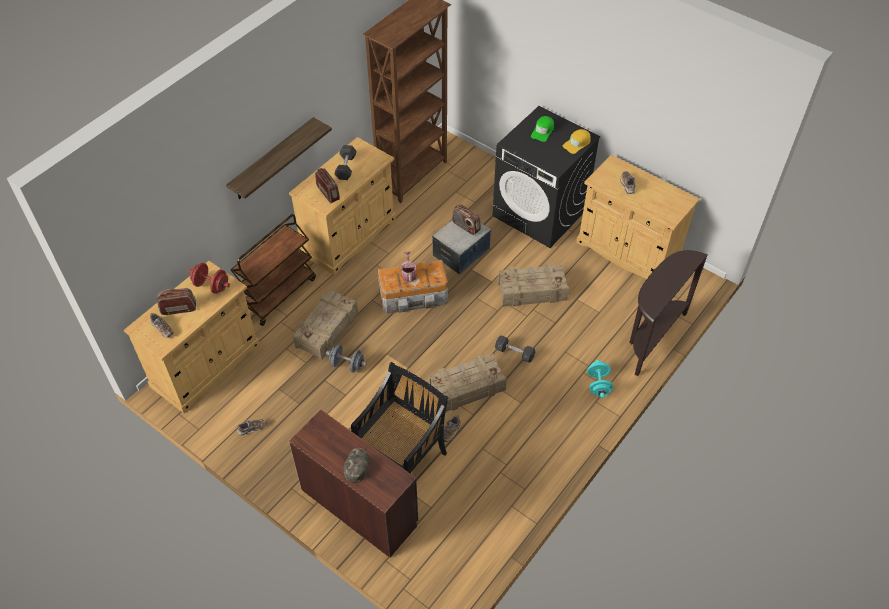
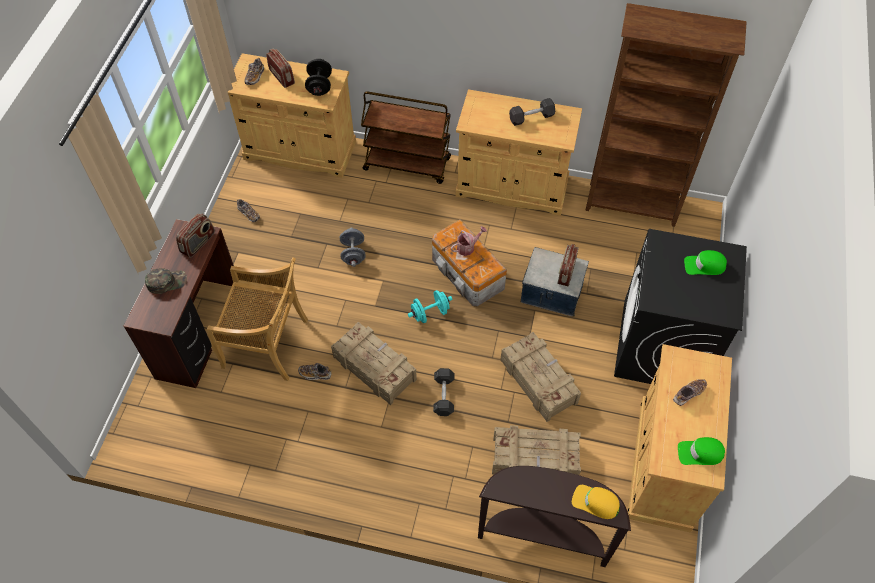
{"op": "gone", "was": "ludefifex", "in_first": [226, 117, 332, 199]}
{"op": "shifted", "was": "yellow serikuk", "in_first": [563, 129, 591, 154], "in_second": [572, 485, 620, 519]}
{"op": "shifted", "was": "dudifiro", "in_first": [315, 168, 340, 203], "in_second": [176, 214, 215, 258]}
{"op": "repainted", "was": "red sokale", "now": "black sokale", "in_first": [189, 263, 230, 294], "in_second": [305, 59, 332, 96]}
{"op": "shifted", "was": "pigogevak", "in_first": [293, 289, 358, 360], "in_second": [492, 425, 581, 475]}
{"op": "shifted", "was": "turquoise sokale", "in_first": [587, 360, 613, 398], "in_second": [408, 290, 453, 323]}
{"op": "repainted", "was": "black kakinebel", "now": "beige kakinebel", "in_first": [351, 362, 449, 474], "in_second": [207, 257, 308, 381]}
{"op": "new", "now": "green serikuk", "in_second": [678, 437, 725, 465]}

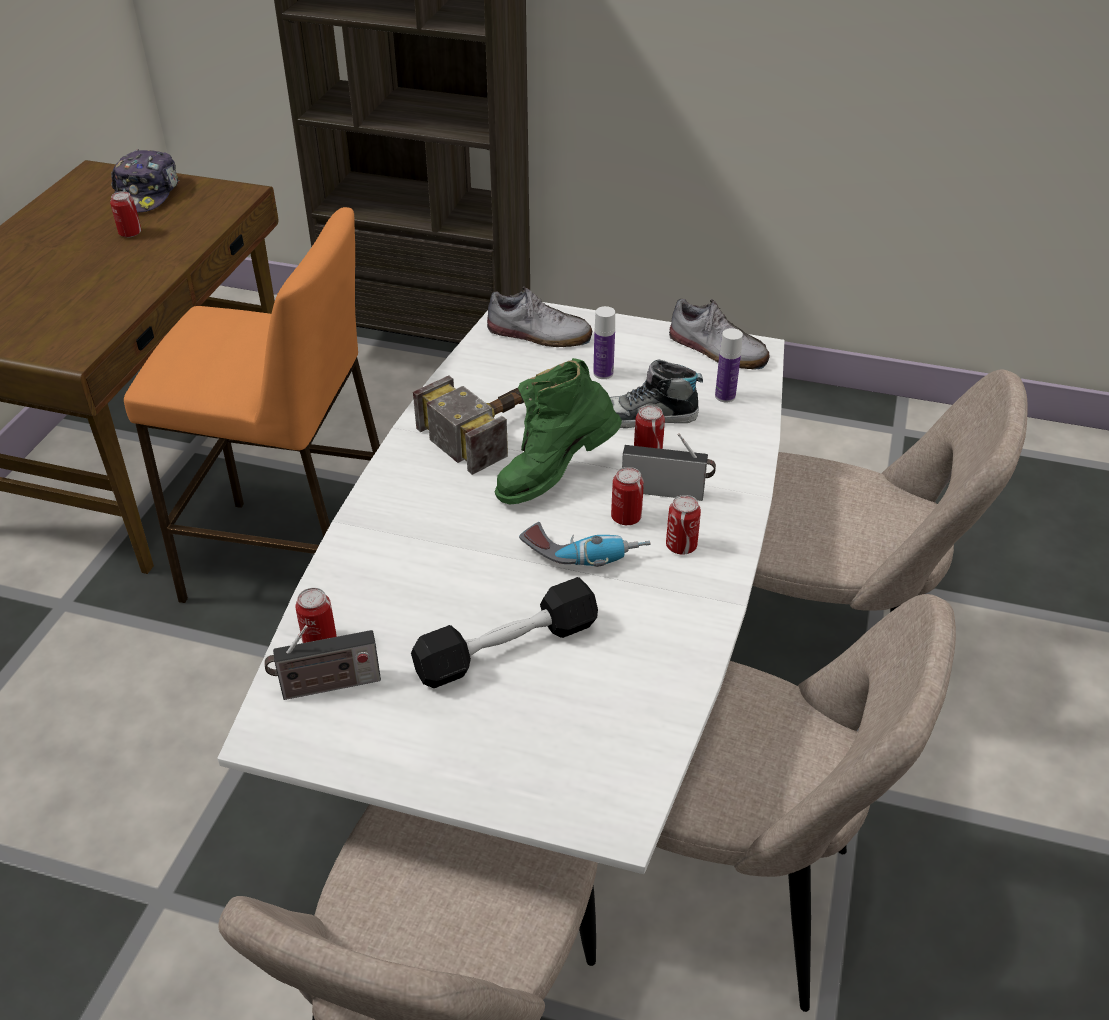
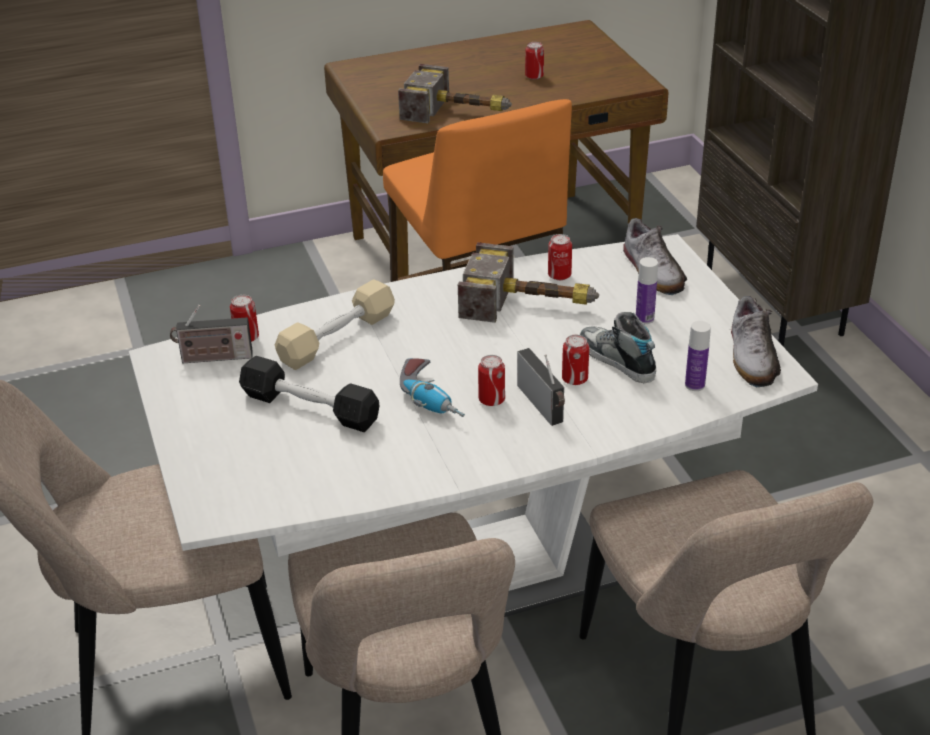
{"op": "gone", "was": "serikuk", "in_first": [111, 149, 179, 212]}
{"op": "gone", "was": "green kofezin", "in_first": [494, 358, 622, 505]}
{"op": "shifted", "was": "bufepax", "in_first": [666, 495, 701, 555], "in_second": [548, 234, 572, 280]}
{"op": "rotated", "was": "dudifiro", "in_first": [264, 625, 381, 700], "in_second": [170, 305, 253, 363], "clockwise": -45}
{"op": "new", "now": "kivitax", "in_second": [398, 64, 512, 123]}
{"op": "new", "now": "beige sokale", "in_second": [275, 279, 395, 370]}

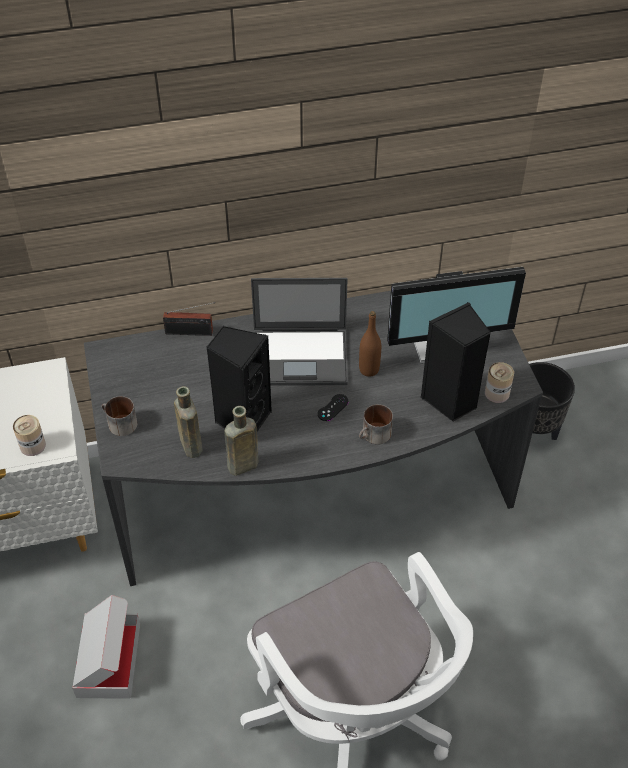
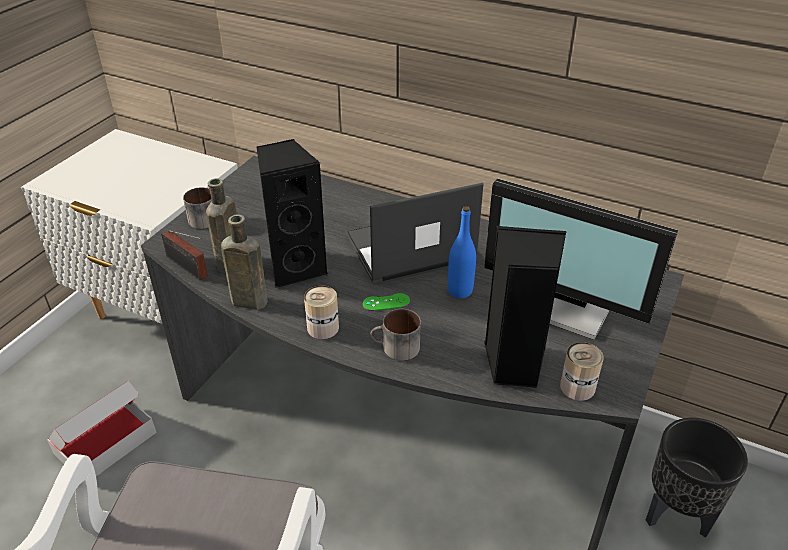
{"op": "rotated", "was": "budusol", "in_first": [251, 278, 348, 386], "in_second": [345, 183, 483, 285], "clockwise": 120}
{"op": "shifted", "was": "dudifiro", "in_first": [163, 302, 215, 336], "in_second": [161, 230, 208, 280]}
{"op": "repainted", "was": "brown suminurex", "now": "blue suminurex", "in_first": [359, 311, 381, 377], "in_second": [448, 206, 476, 298]}
{"op": "repainted", "was": "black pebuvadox", "now": "green pebuvadox", "in_first": [318, 394, 349, 421], "in_second": [363, 293, 410, 311]}
{"op": "shifted", "was": "bufepax", "in_first": [13, 415, 46, 456], "in_second": [304, 286, 339, 339]}

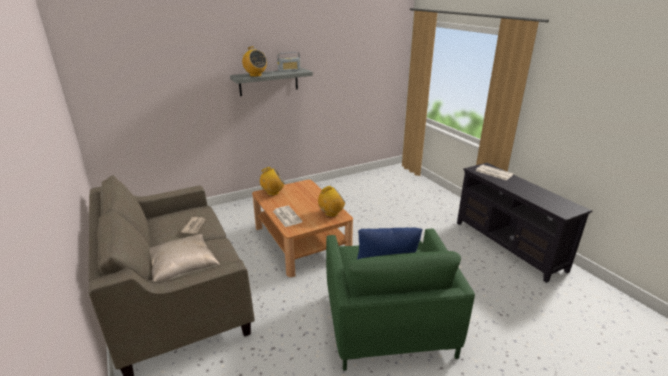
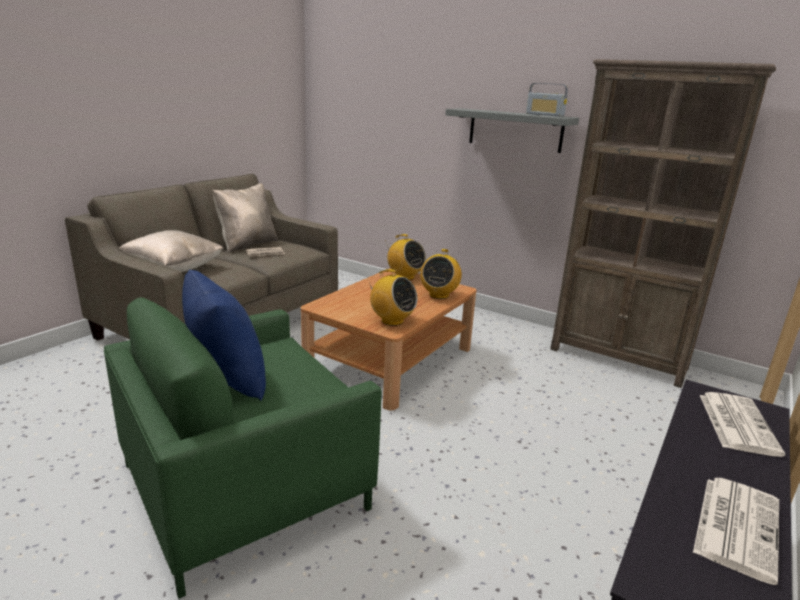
{"op": "shifted", "was": "dudifiro", "in_first": [242, 46, 267, 77], "in_second": [420, 249, 462, 299]}
{"op": "shifted", "was": "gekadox", "in_first": [273, 206, 303, 227], "in_second": [693, 478, 779, 585]}
{"op": "new", "now": "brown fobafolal", "in_second": [550, 59, 776, 388]}
{"op": "new", "now": "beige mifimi", "in_second": [212, 183, 278, 253]}

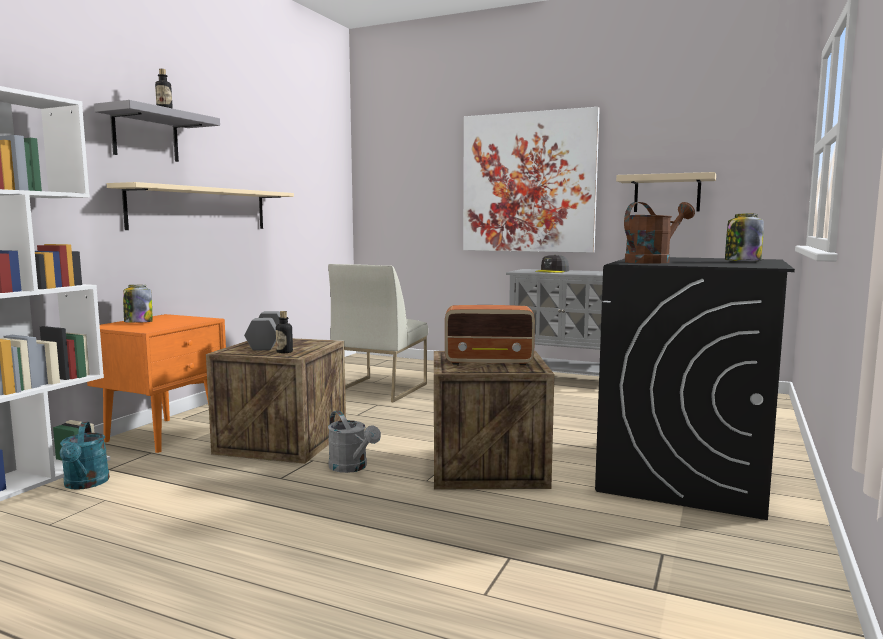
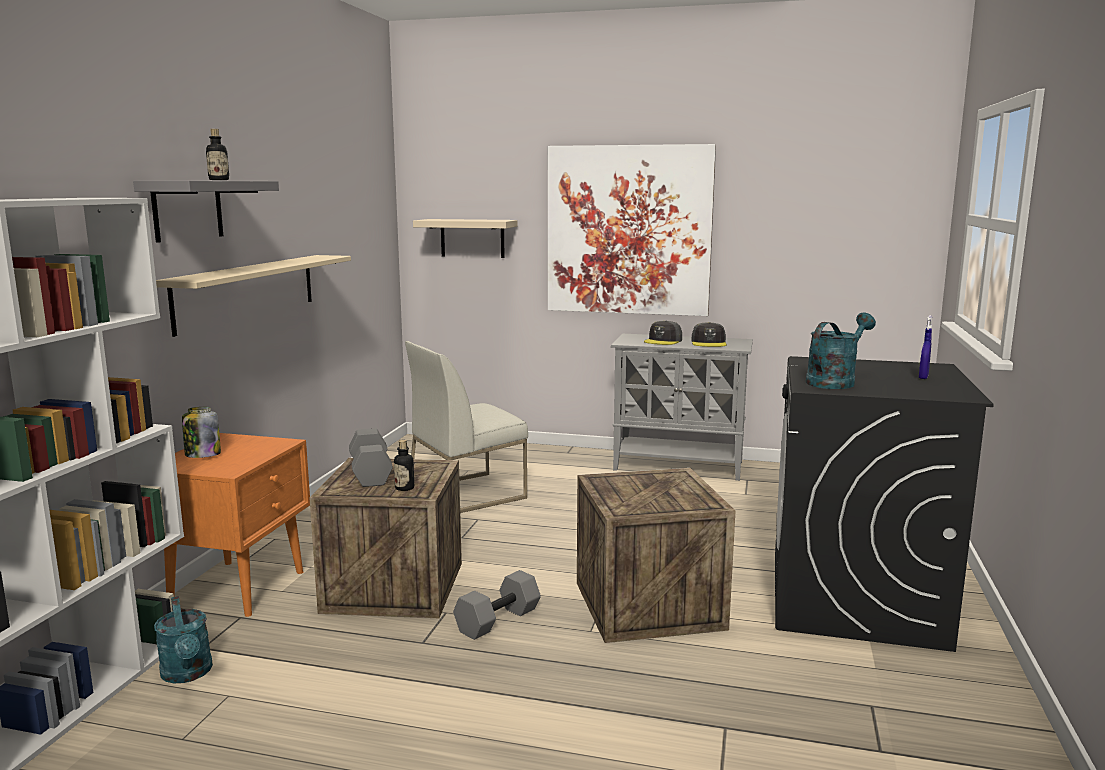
{"op": "shifted", "was": "beige ludefifex", "in_first": [616, 172, 716, 212], "in_second": [413, 219, 518, 258]}
{"op": "repainted", "was": "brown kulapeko", "now": "turquoise kulapeko", "in_first": [624, 202, 695, 264], "in_second": [806, 313, 876, 389]}
{"op": "swapped", "was": "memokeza", "now": "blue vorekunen", "in_first": [725, 213, 764, 261], "in_second": [919, 315, 932, 379]}
{"op": "rotated", "was": "white kakinebel", "in_first": [328, 264, 428, 402], "in_second": [405, 341, 528, 513], "clockwise": 45}
{"op": "gone", "was": "dudifiro", "in_first": [445, 305, 535, 366]}
{"op": "swapped", "was": "grey kulapeko", "now": "grey sokale", "in_first": [328, 410, 381, 473], "in_second": [453, 570, 541, 640]}
{"op": "new", "now": "grey serikuk", "in_second": [691, 322, 727, 347]}

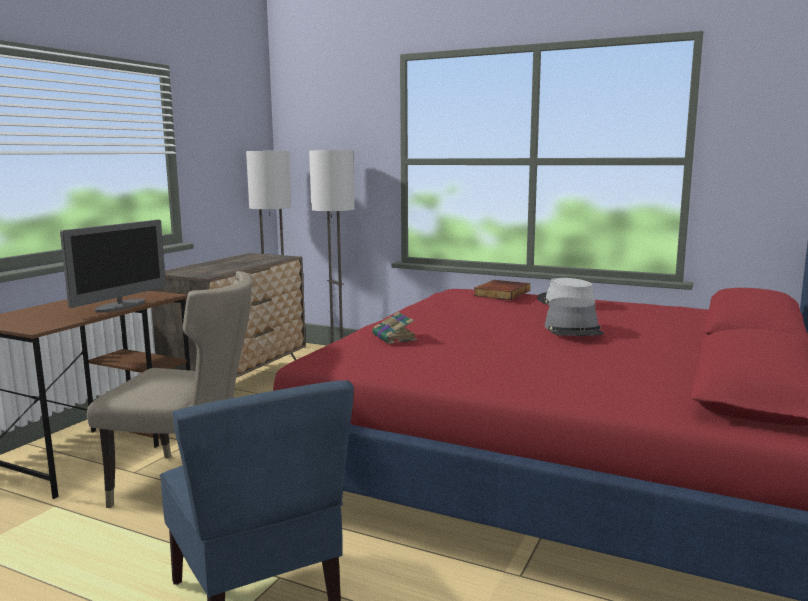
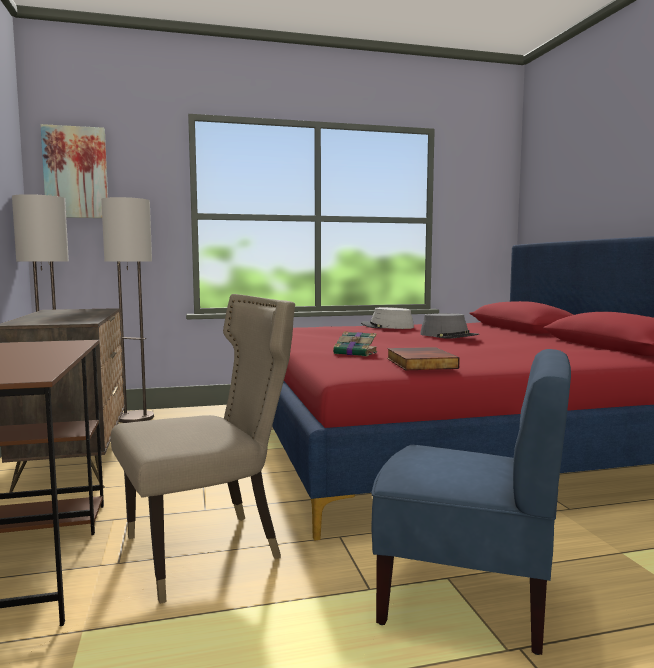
{"op": "gone", "was": "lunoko", "in_first": [60, 220, 166, 313]}
{"op": "shifted", "was": "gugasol", "in_first": [473, 280, 530, 300], "in_second": [387, 347, 460, 370]}
{"op": "new", "now": "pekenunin", "in_second": [40, 124, 108, 218]}

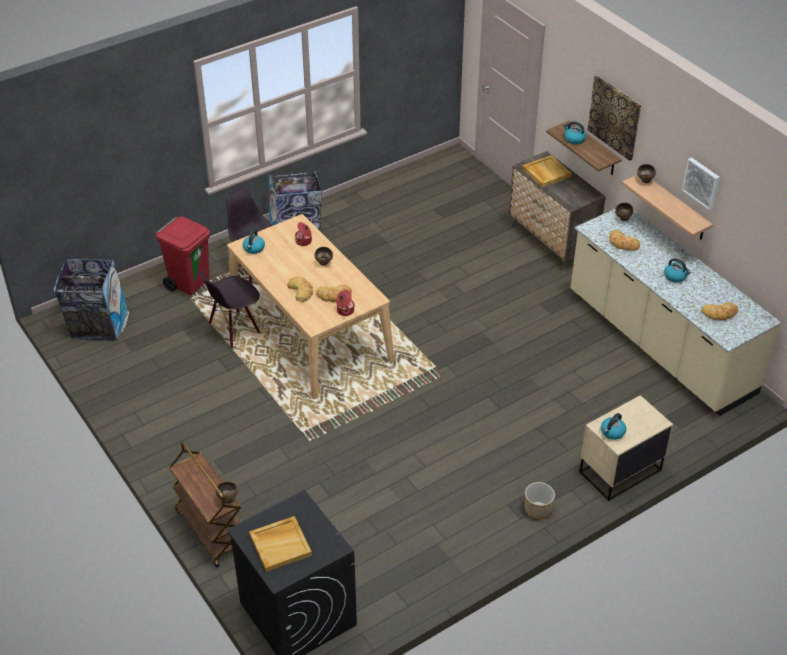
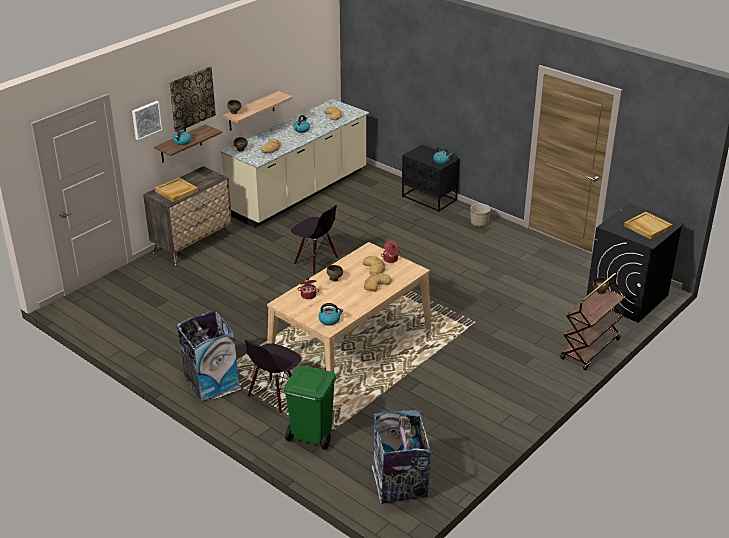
{"op": "shifted", "was": "pekenunin", "in_first": [682, 157, 720, 210], "in_second": [132, 101, 162, 140]}
{"op": "repainted", "was": "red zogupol", "now": "green zogupol", "in_first": [155, 217, 210, 295], "in_second": [284, 366, 336, 450]}
{"op": "shifted", "was": "black kakinebel", "in_first": [198, 271, 260, 349], "in_second": [291, 205, 338, 275]}
{"op": "repainted", "was": "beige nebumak", "now": "black nebumak", "in_first": [579, 395, 673, 501], "in_second": [402, 145, 460, 212]}

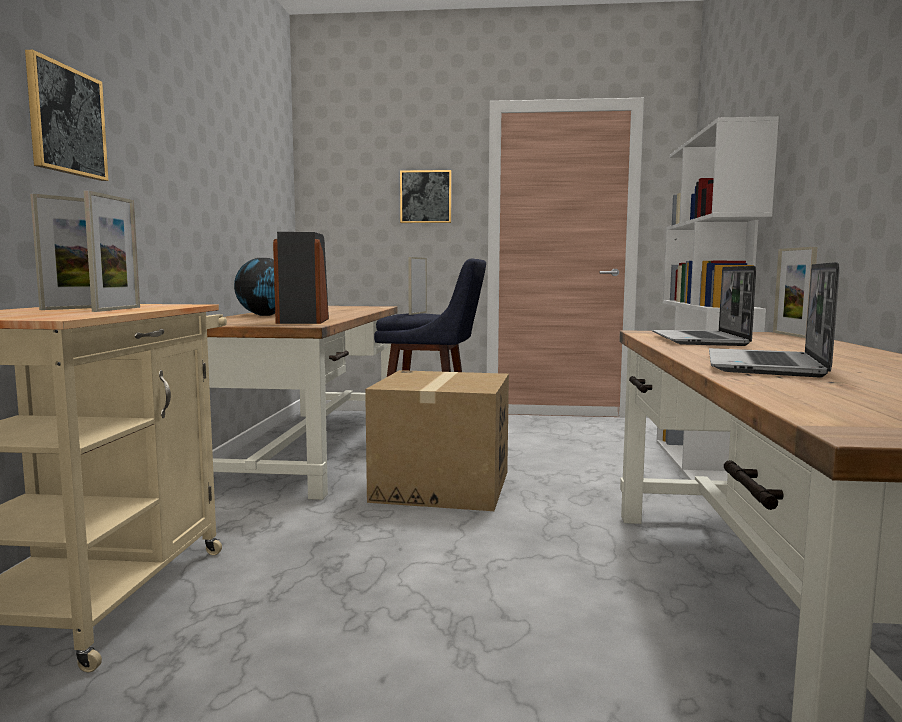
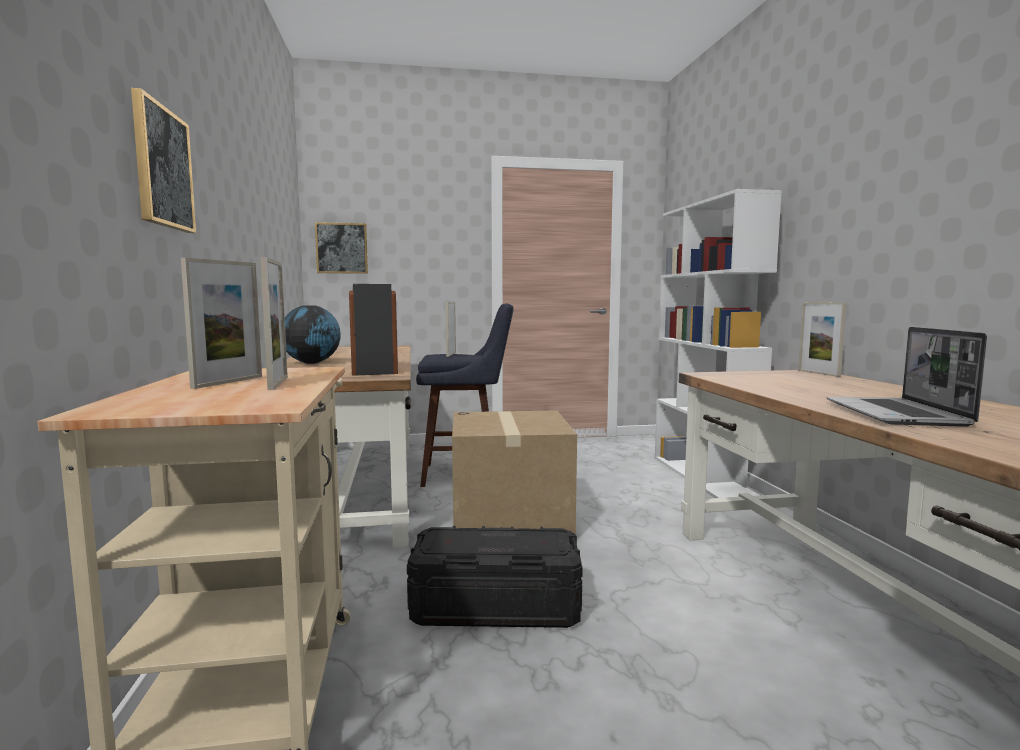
{"op": "shifted", "was": "pekenunin", "in_first": [400, 170, 452, 223], "in_second": [315, 222, 368, 274]}
{"op": "gone", "was": "budusol", "in_first": [652, 266, 756, 346]}
{"op": "new", "now": "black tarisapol", "in_second": [407, 526, 583, 628]}

